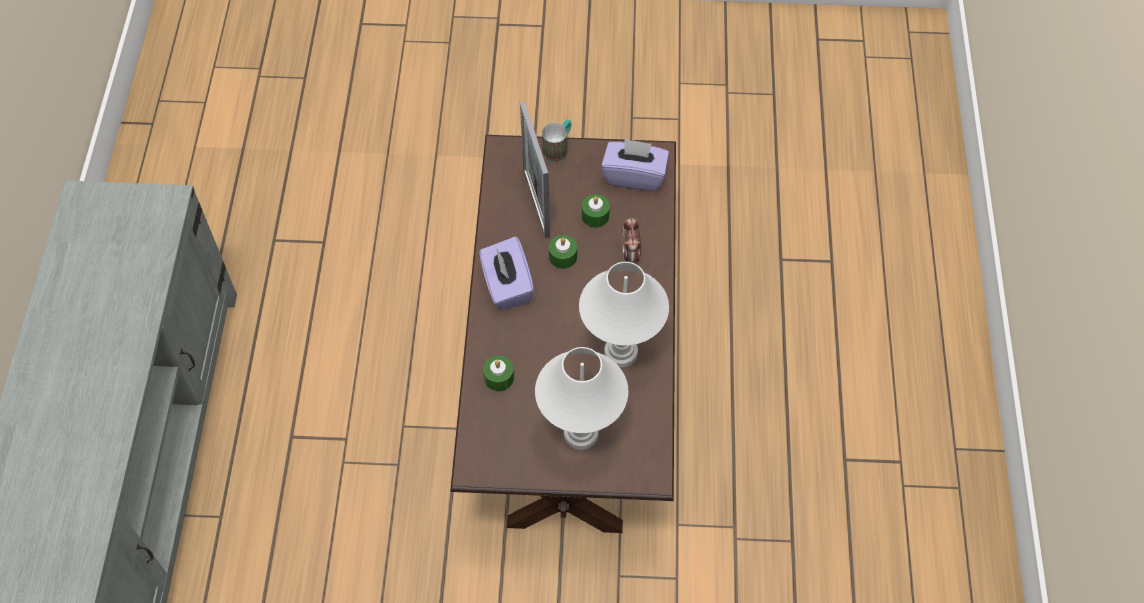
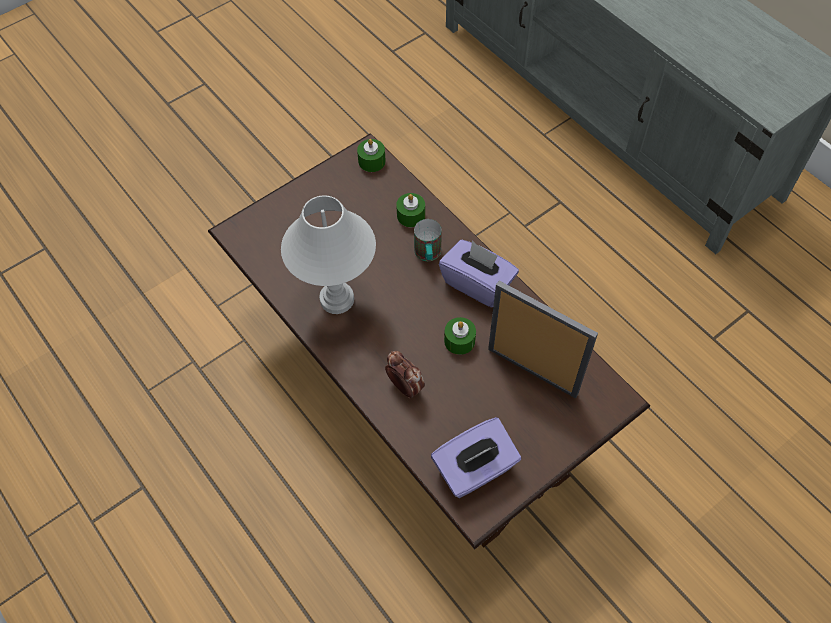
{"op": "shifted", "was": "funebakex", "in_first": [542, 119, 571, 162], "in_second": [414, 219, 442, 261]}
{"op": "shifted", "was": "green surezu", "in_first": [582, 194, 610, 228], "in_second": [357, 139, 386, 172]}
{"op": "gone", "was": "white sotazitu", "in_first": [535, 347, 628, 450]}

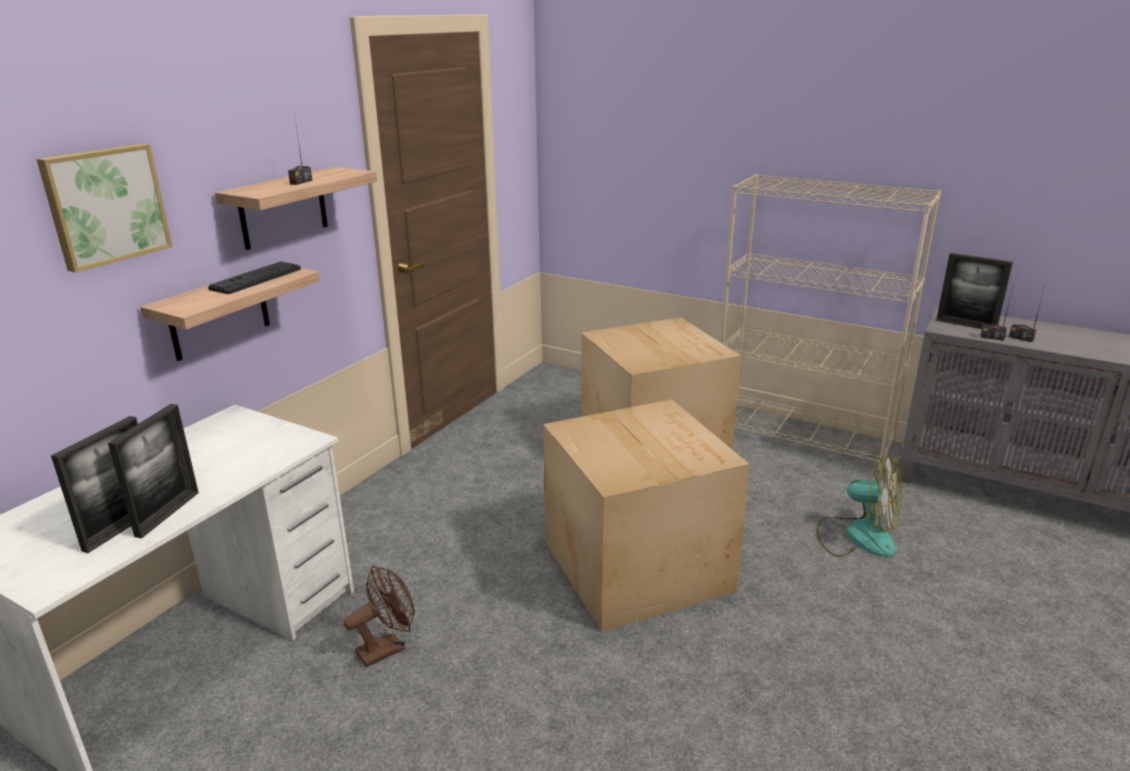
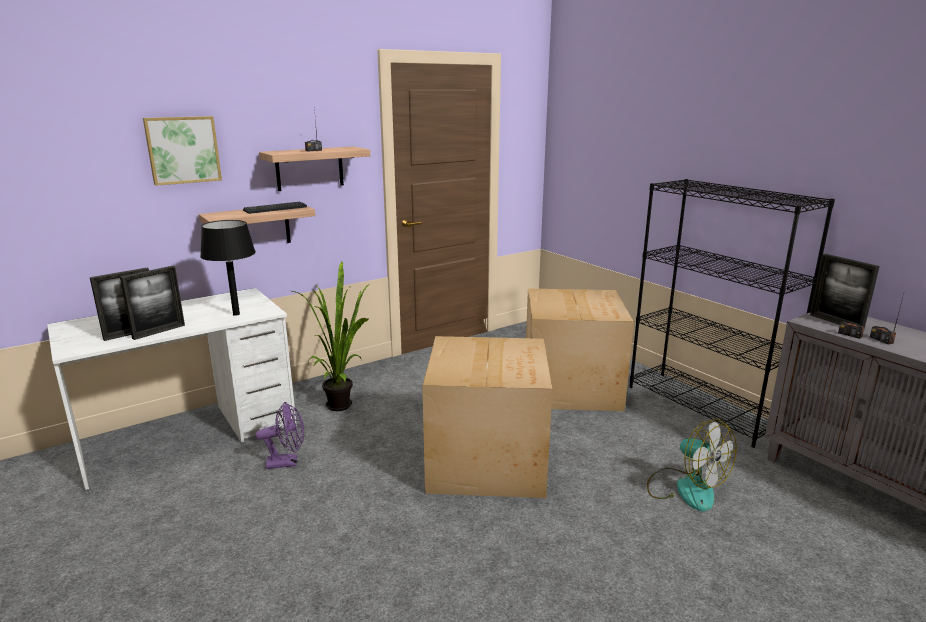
{"op": "repainted", "was": "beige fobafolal", "now": "black fobafolal", "in_first": [721, 174, 941, 472], "in_second": [630, 179, 835, 448]}
{"op": "repainted", "was": "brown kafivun", "now": "purple kafivun", "in_first": [344, 566, 415, 667], "in_second": [255, 402, 304, 469]}
{"op": "new", "now": "black sotazitu", "in_second": [200, 220, 256, 316]}
{"op": "new", "now": "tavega", "in_second": [292, 262, 369, 411]}

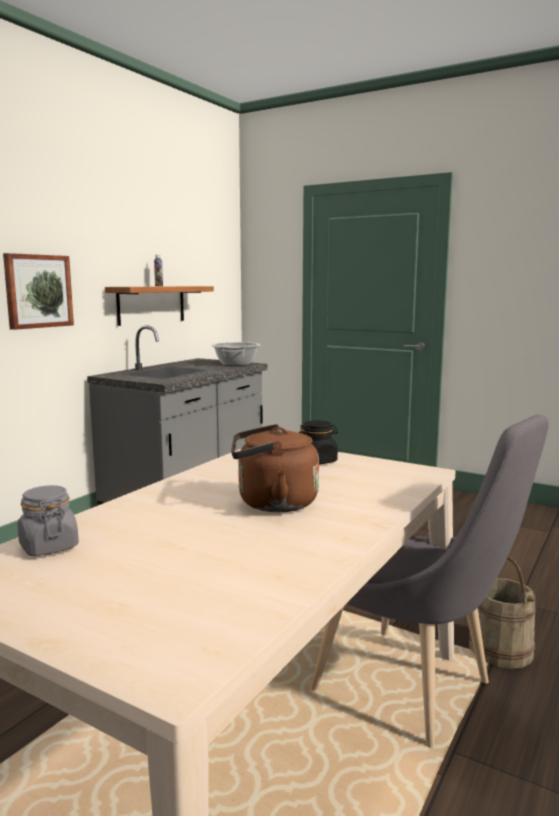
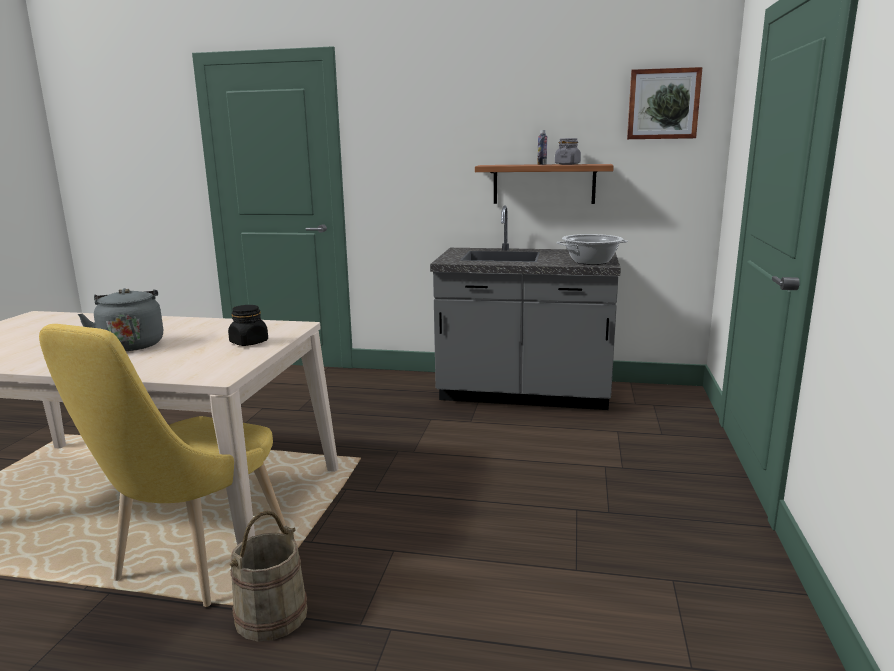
{"op": "shifted", "was": "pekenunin", "in_first": [3, 253, 74, 330], "in_second": [627, 67, 703, 139]}
{"op": "repainted", "was": "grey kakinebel", "now": "yellow kakinebel", "in_first": [311, 415, 549, 748], "in_second": [39, 324, 286, 607]}
{"op": "repainted", "was": "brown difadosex", "now": "grey difadosex", "in_first": [231, 424, 319, 512], "in_second": [78, 288, 163, 351]}
{"op": "shifted", "was": "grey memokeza", "in_first": [17, 485, 79, 556], "in_second": [555, 138, 581, 165]}

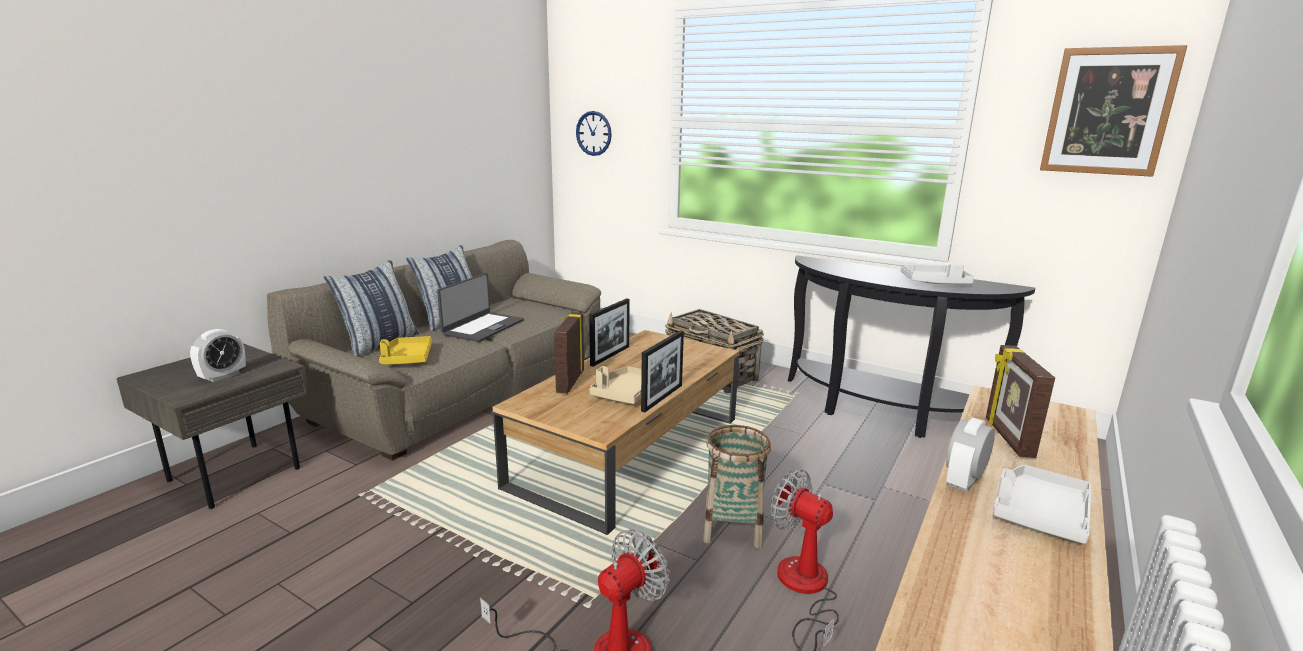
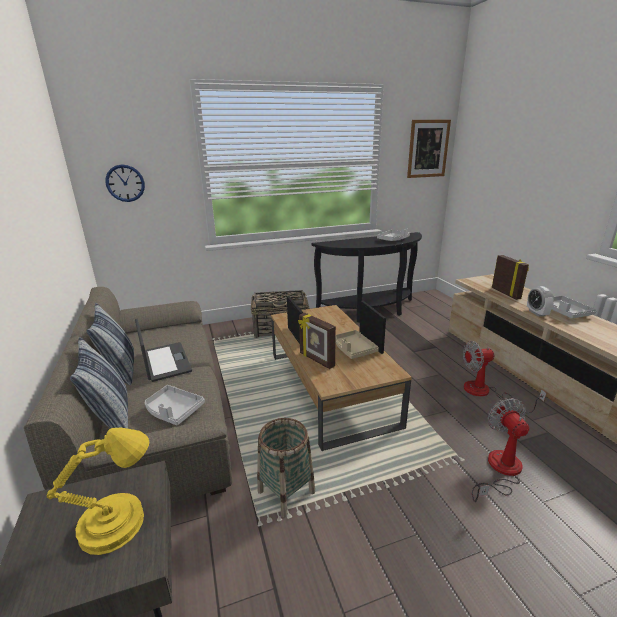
{"op": "swapped", "was": "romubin", "now": "yellow sotazitu", "in_first": [190, 329, 246, 382], "in_second": [47, 428, 149, 555]}
{"op": "repainted", "was": "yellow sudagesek", "now": "grey sudagesek", "in_first": [379, 336, 432, 365], "in_second": [144, 385, 205, 425]}
{"op": "rotated", "was": "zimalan", "in_first": [986, 345, 1055, 458], "in_second": [492, 255, 529, 300], "clockwise": -150}
{"op": "shifted", "was": "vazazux", "in_first": [703, 425, 771, 548], "in_second": [257, 418, 315, 518]}

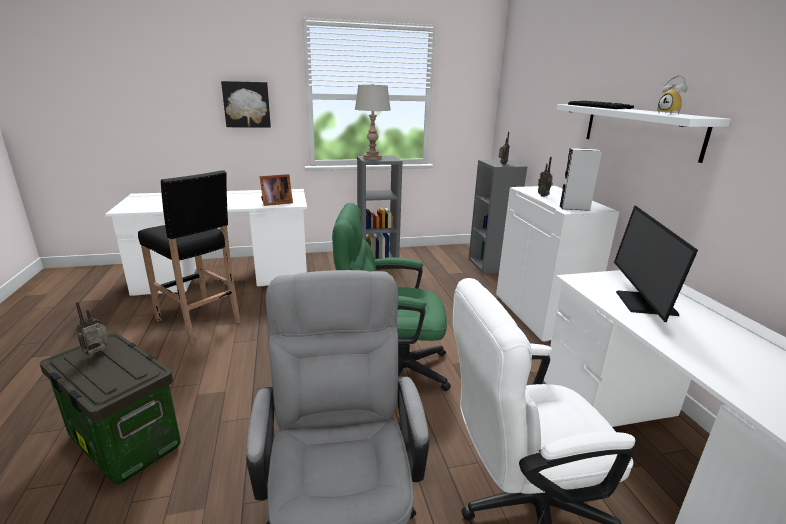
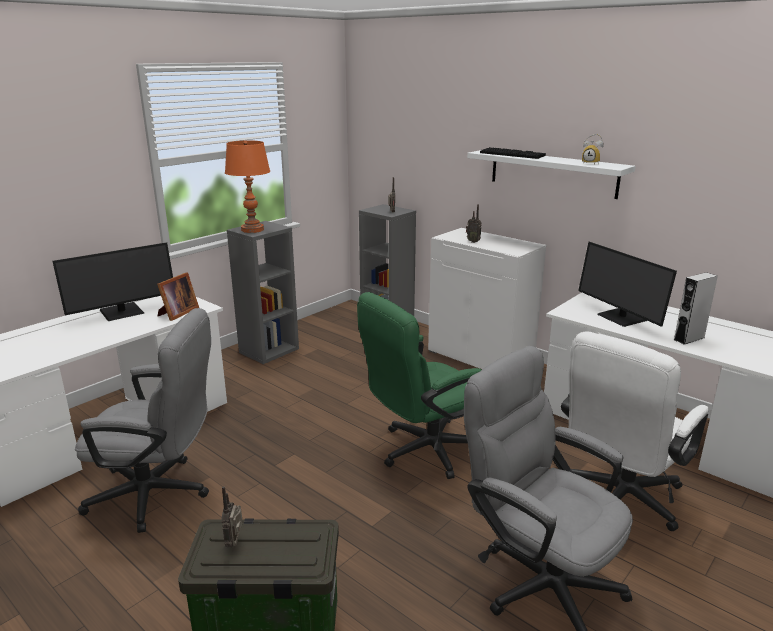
{"op": "gone", "was": "pekenunin", "in_first": [221, 81, 271, 127]}
{"op": "repainted", "was": "grey sotazitu", "now": "orange sotazitu", "in_first": [355, 84, 391, 160], "in_second": [225, 141, 270, 233]}
{"op": "shifted", "was": "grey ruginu", "in_first": [559, 148, 602, 211], "in_second": [674, 272, 718, 345]}
{"op": "swapped", "was": "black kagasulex", "now": "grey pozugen", "in_first": [138, 170, 241, 344], "in_second": [75, 308, 211, 533]}
{"op": "new", "now": "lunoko", "in_second": [52, 242, 173, 321]}

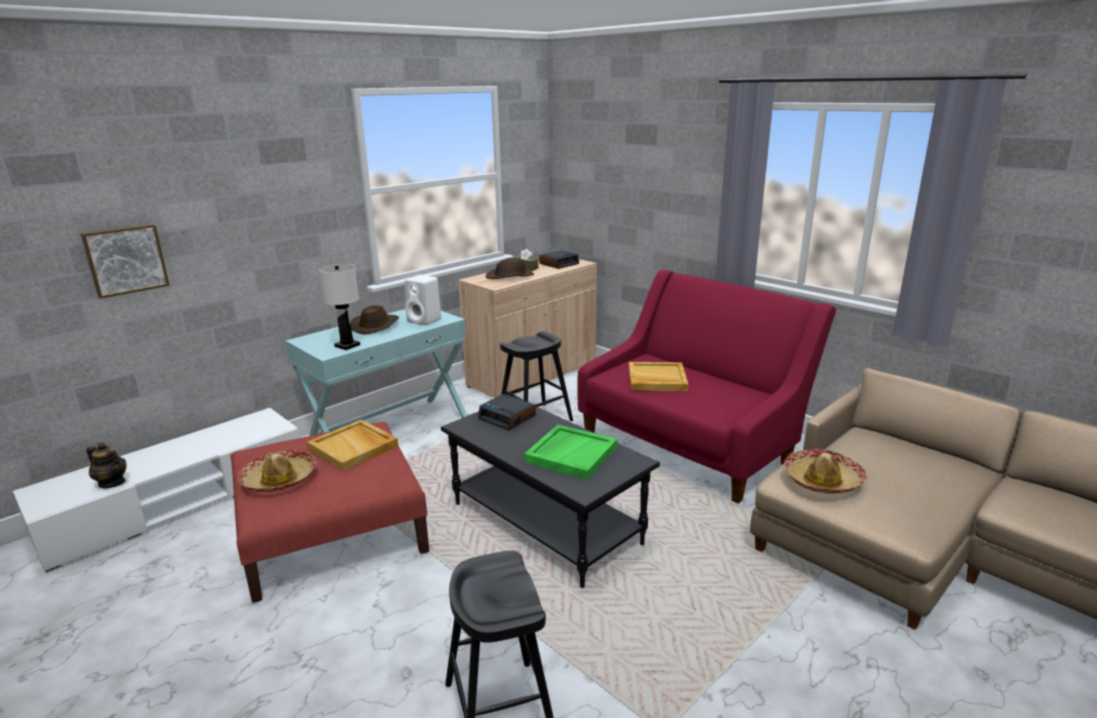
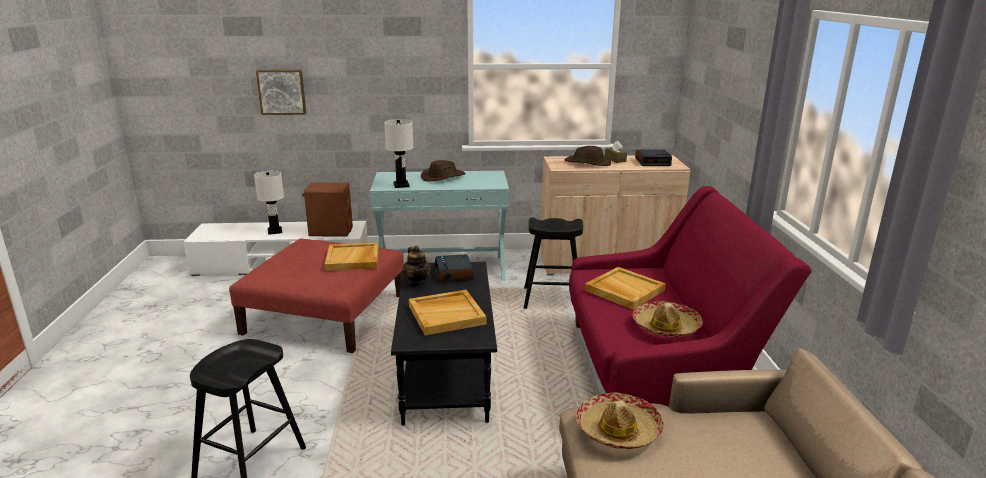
{"op": "gone", "was": "white ruginu", "in_first": [405, 275, 441, 325]}
{"op": "repainted", "was": "green sudagesek", "now": "beige sudagesek", "in_first": [524, 425, 617, 480], "in_second": [409, 290, 487, 335]}
{"op": "shifted", "was": "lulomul", "in_first": [86, 442, 126, 488], "in_second": [402, 246, 431, 286]}
{"op": "shifted", "was": "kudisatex", "in_first": [238, 450, 317, 492], "in_second": [633, 301, 703, 337]}
{"op": "new", "now": "white sotazitu", "in_second": [254, 170, 284, 235]}
{"op": "new", "now": "brown ruginu", "in_second": [302, 182, 353, 236]}

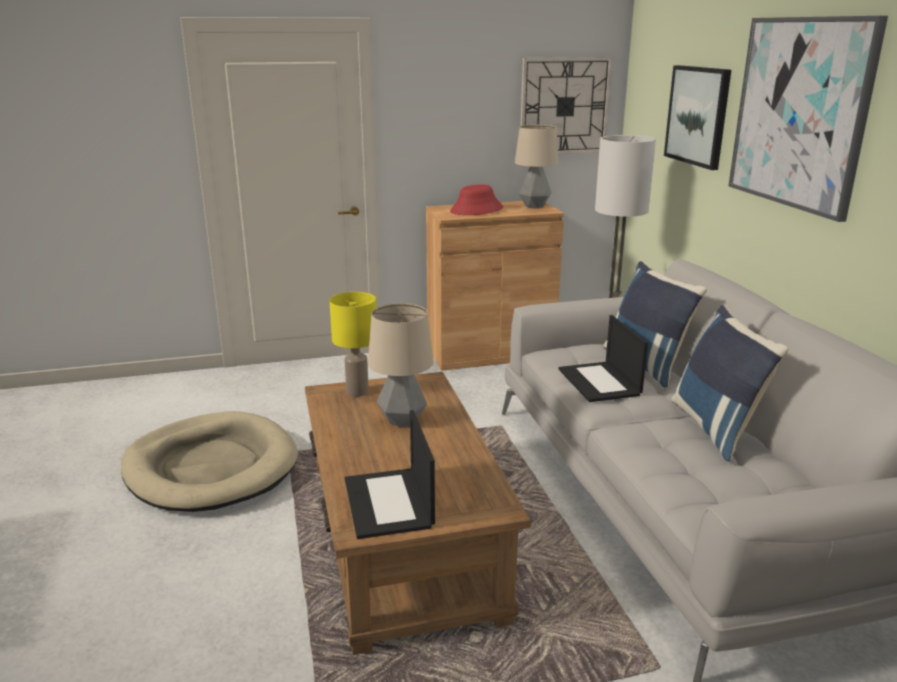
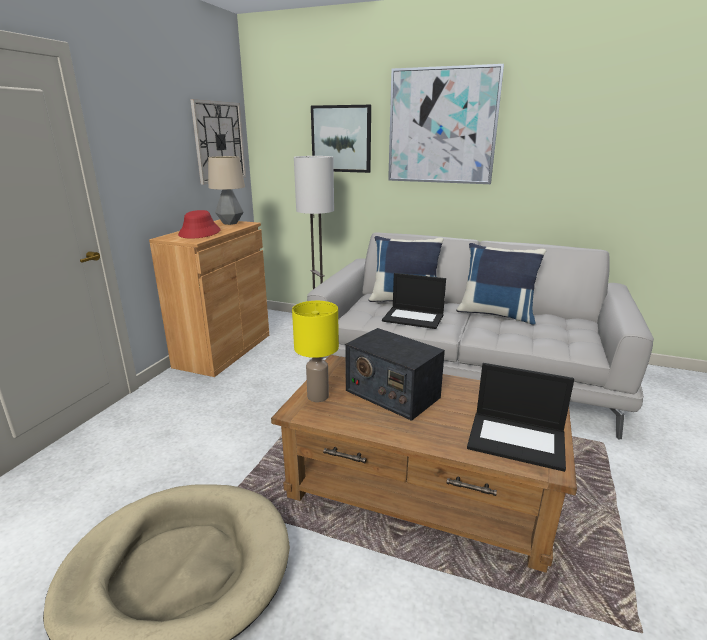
{"op": "swapped", "was": "sotazitu", "now": "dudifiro", "in_first": [368, 303, 434, 427], "in_second": [345, 328, 445, 421]}

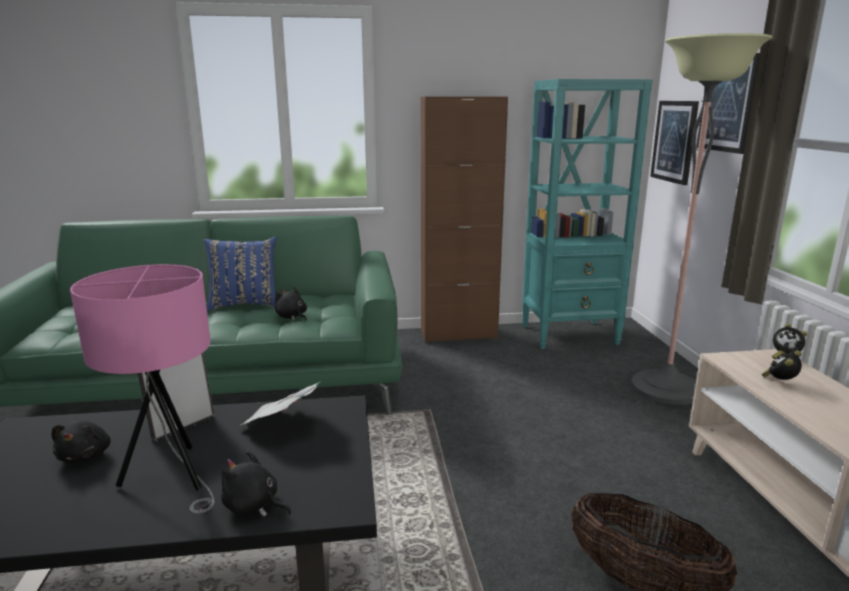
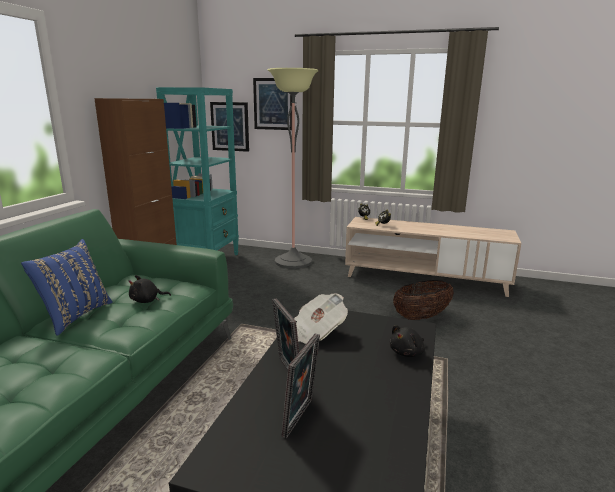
{"op": "gone", "was": "pink sotazitu", "in_first": [70, 264, 215, 514]}
{"op": "swapped", "was": "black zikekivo", "now": "zimalan", "in_first": [52, 420, 111, 463], "in_second": [281, 333, 320, 439]}

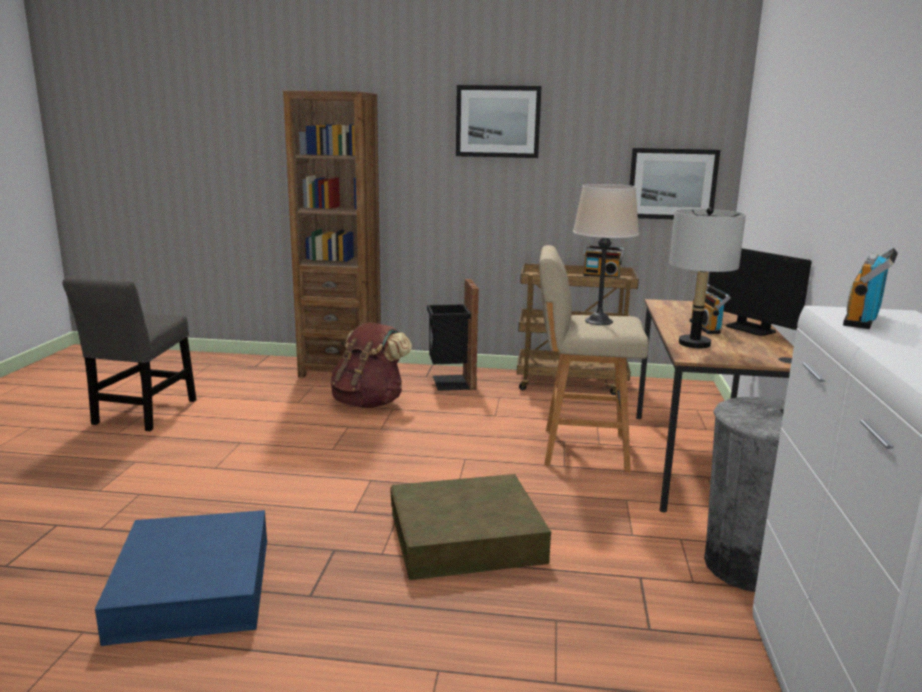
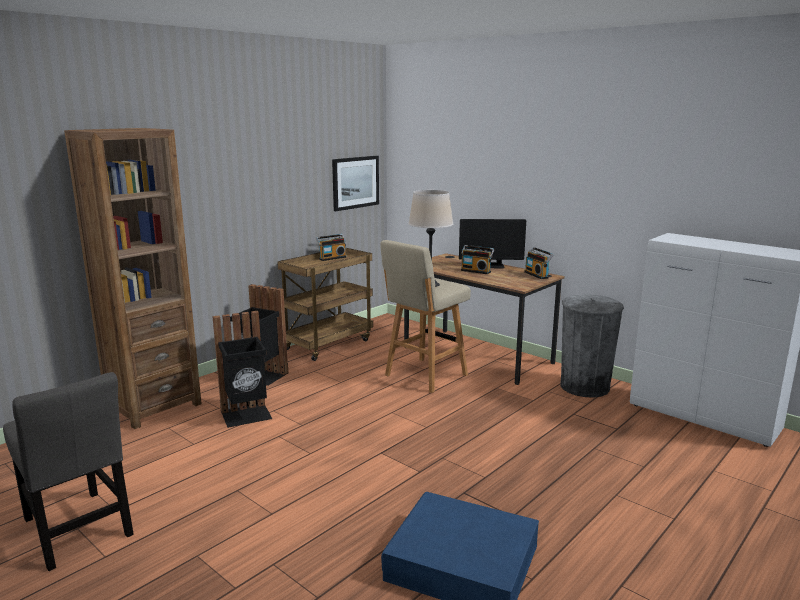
{"op": "gone", "was": "pekenunin", "in_first": [456, 85, 542, 158]}
{"op": "gone", "was": "grey sotazitu", "in_first": [669, 207, 746, 348]}
{"op": "shifted", "was": "dudifiro", "in_first": [843, 248, 898, 329], "in_second": [524, 247, 554, 279]}
{"op": "swapped", "was": "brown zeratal", "now": "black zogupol", "in_first": [331, 322, 412, 408], "in_second": [212, 311, 272, 428]}
{"op": "gone", "was": "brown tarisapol", "in_first": [390, 474, 551, 580]}

